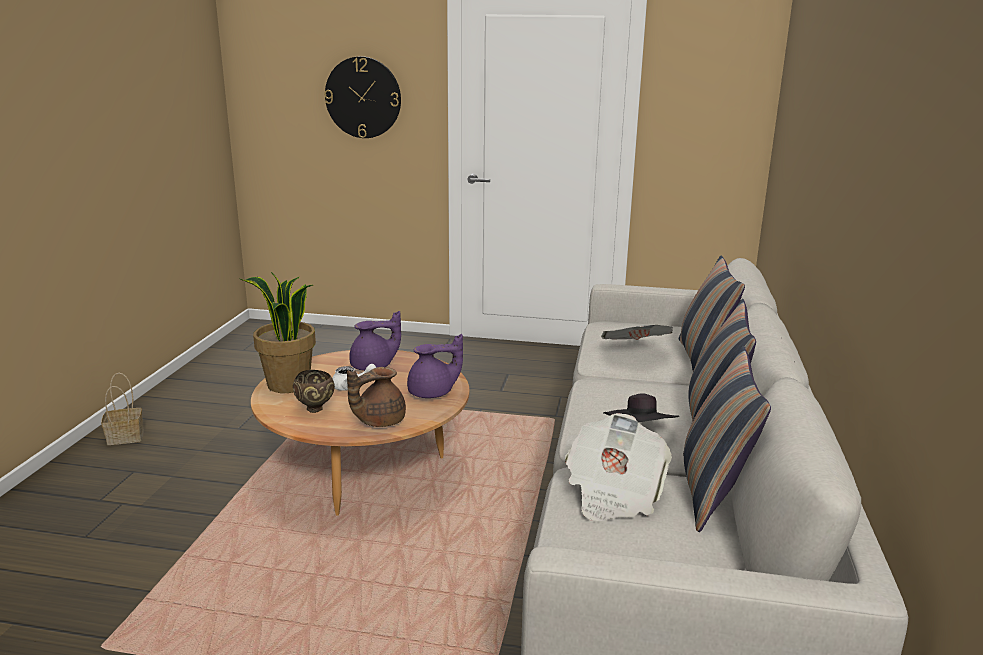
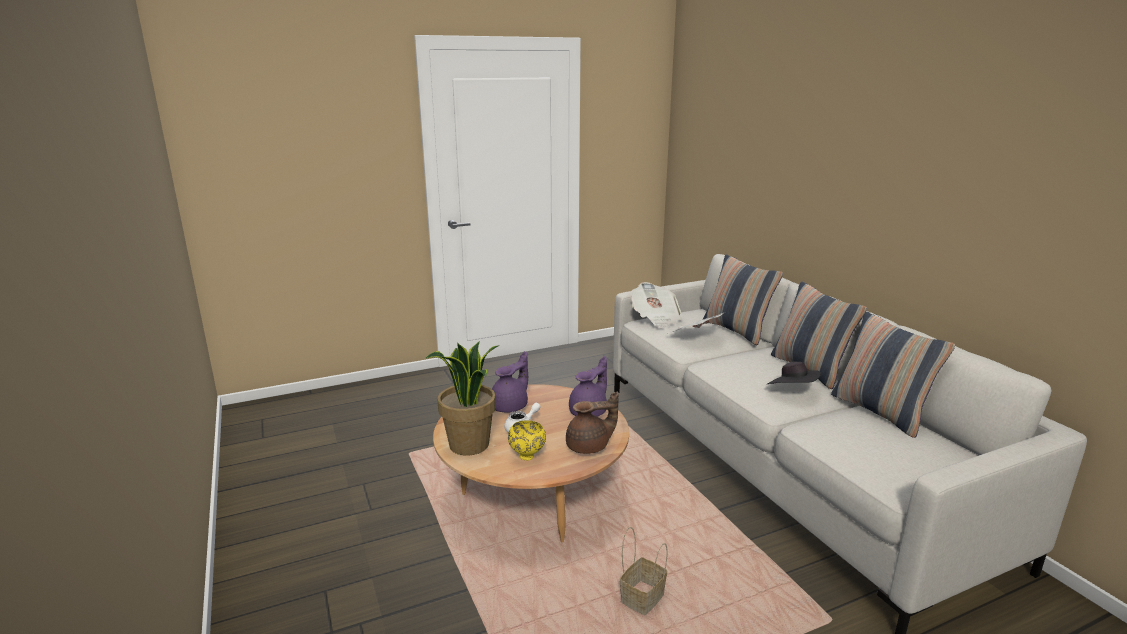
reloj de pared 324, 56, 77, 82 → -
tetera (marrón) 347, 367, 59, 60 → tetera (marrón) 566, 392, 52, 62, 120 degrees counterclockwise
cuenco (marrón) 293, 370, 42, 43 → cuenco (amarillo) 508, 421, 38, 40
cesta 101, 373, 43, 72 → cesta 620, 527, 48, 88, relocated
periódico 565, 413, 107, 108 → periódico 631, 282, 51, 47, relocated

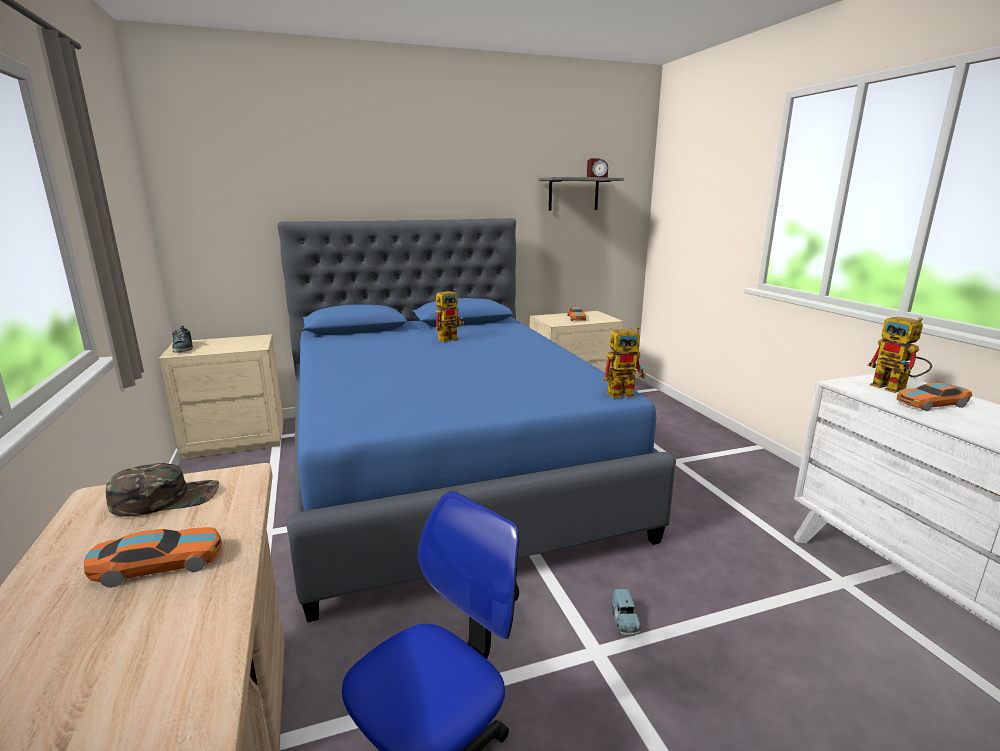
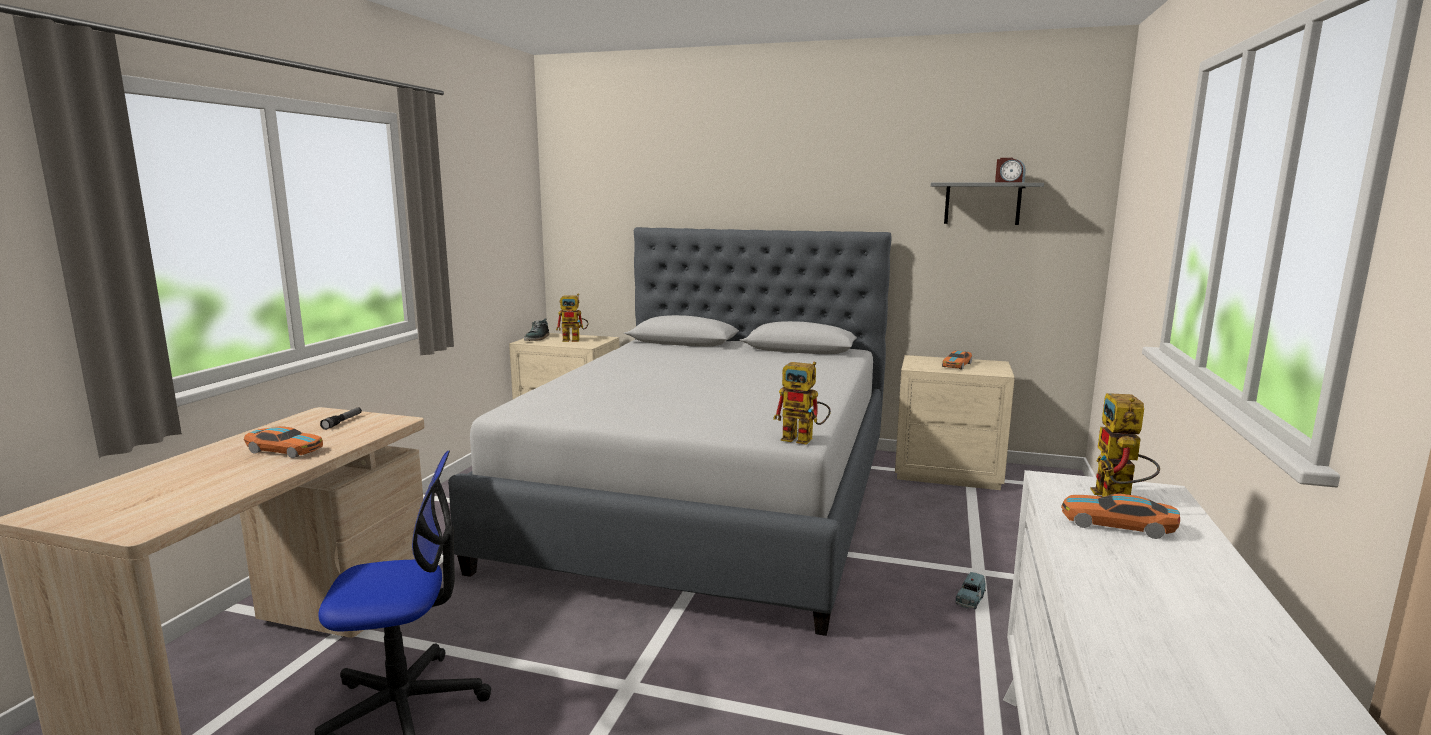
cama (azul) 277, 218, 399, 404 → cama (gris) 448, 227, 444, 409
robot de juguete 435, 289, 29, 54 → robot de juguete 556, 294, 32, 48, relocated
gorra (verde) 106, 463, 113, 54 → linterna 320, 407, 42, 23
coche de juguete (azul) 610, 589, 32, 47 → coche de juguete (azul) 955, 572, 31, 37, relocated

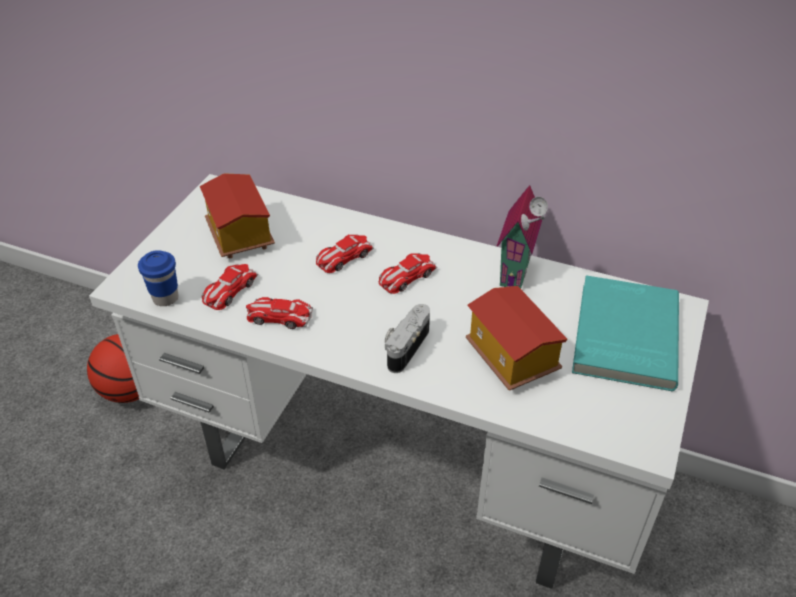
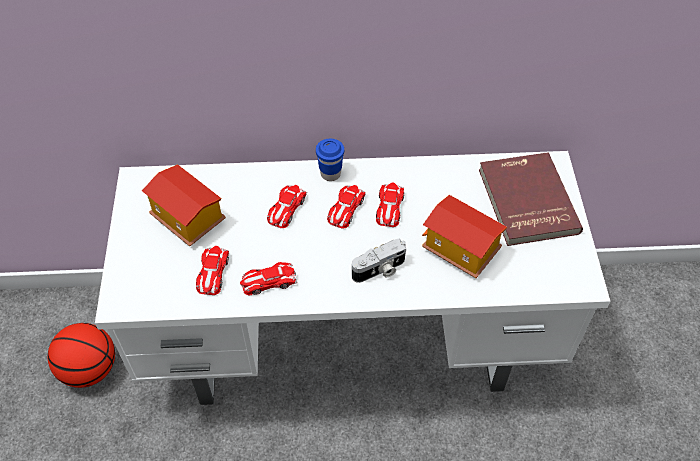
casita 496, 185, 52, 104 → -
taza (azul) 138, 250, 41, 56 → taza (azul) 316, 139, 28, 42, relocated
libro (turquesa) 572, 275, 107, 116 → libro (rojo) 479, 152, 104, 94
cámara 385, 304, 45, 69 → cámara 352, 239, 54, 44, 120 degrees counterclockwise
- → coche de juguete 376, 183, 28, 44

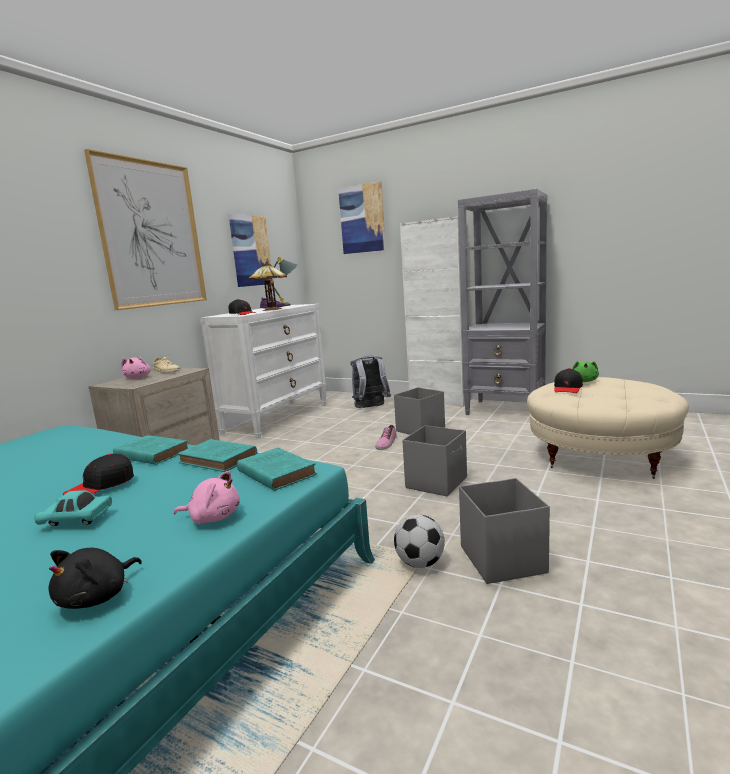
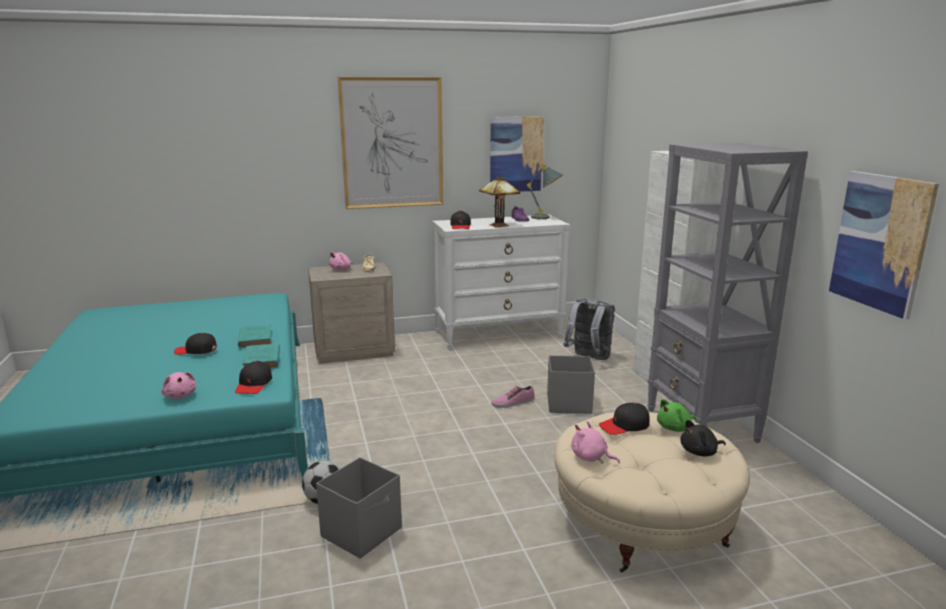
cuadro 338, 181, 48, 73 → cuadro 829, 171, 110, 149, relocated
caja de almacenaje (gris) 402, 425, 65, 72 → -
libro (turquesa) 237, 448, 80, 43 → gorra (negro) 235, 361, 37, 33
coche de juguete (turquesa) 34, 490, 78, 36 → -
peluche (negro) 48, 548, 94, 61 → peluche (negro) 680, 420, 46, 37, relocated
- → peluche (rosa) 571, 421, 49, 43

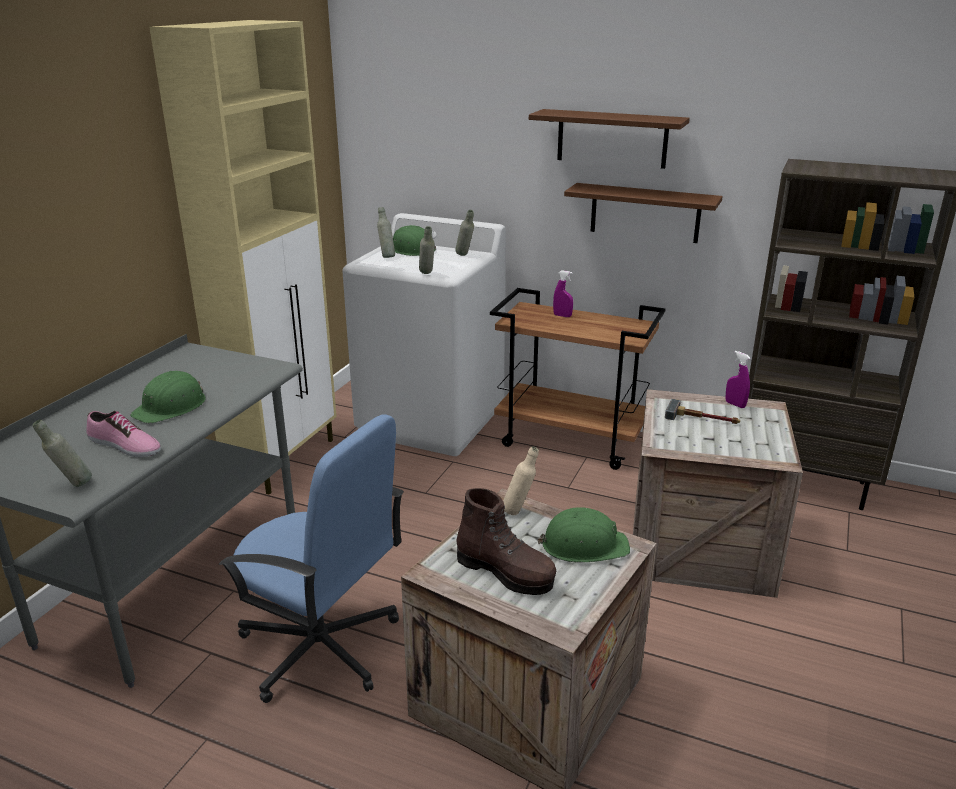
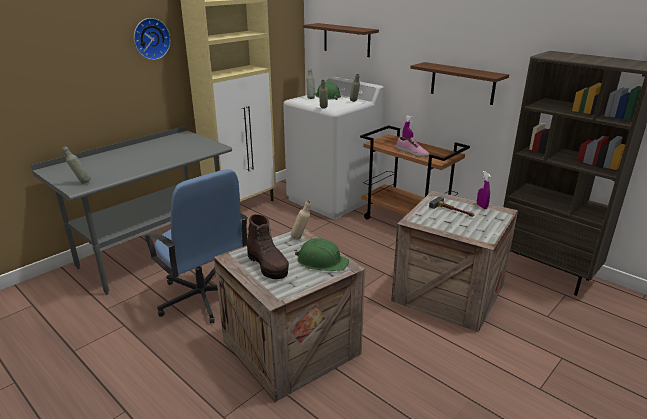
estante (marrón) 529, 109, 161, 60 → estante (marrón) 303, 23, 76, 34, relocated
casco (verde) 130, 371, 76, 52 → -
zapato 87, 411, 74, 46 → zapato 396, 136, 33, 21, relocated
- → reloj de pared 134, 18, 37, 42

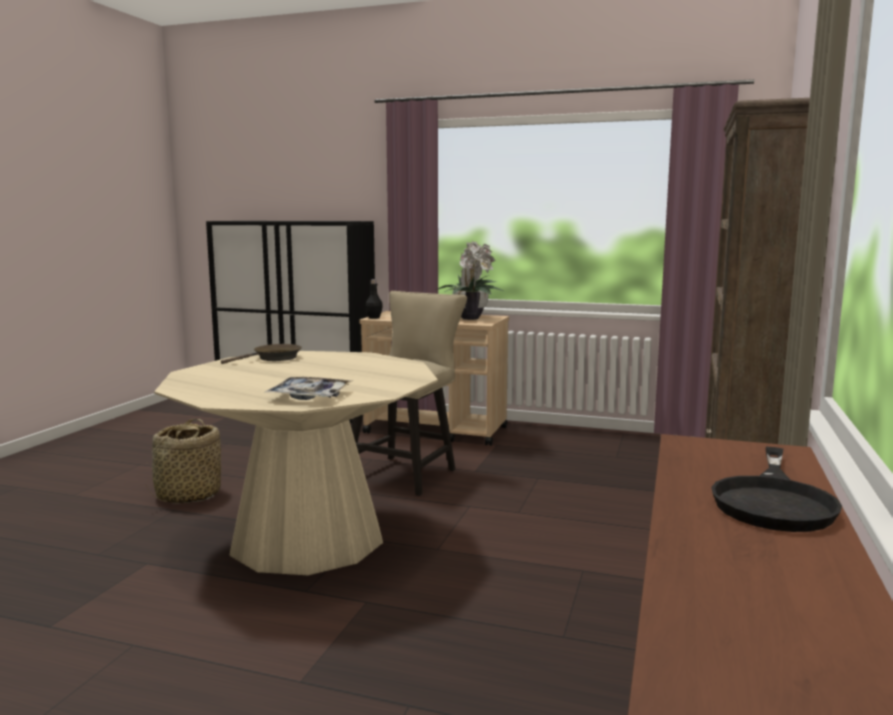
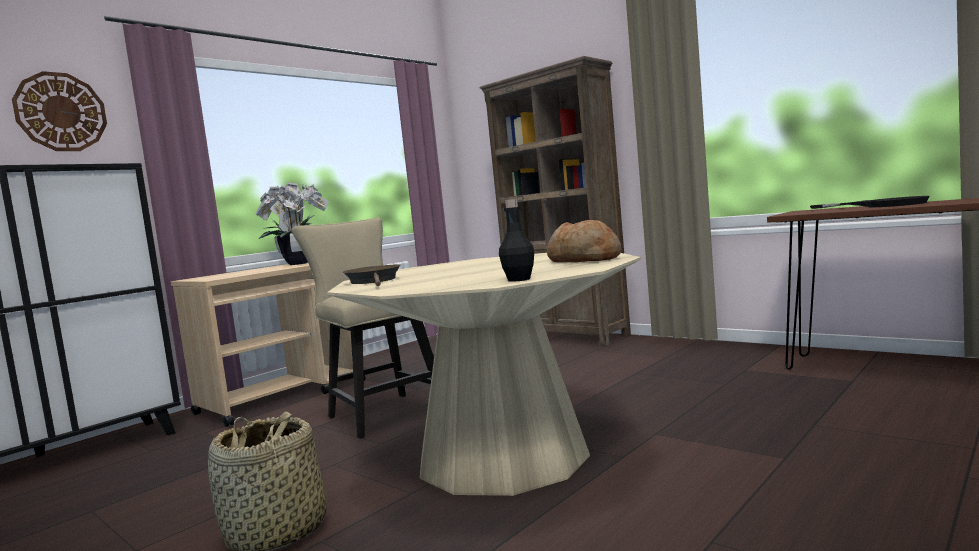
botella (negro) 366, 279, 17, 40 → botella (negro) 499, 199, 35, 83, relocated
bandeja 264, 377, 88, 23 → pan 547, 220, 74, 42
- → reloj de pared 12, 71, 95, 80

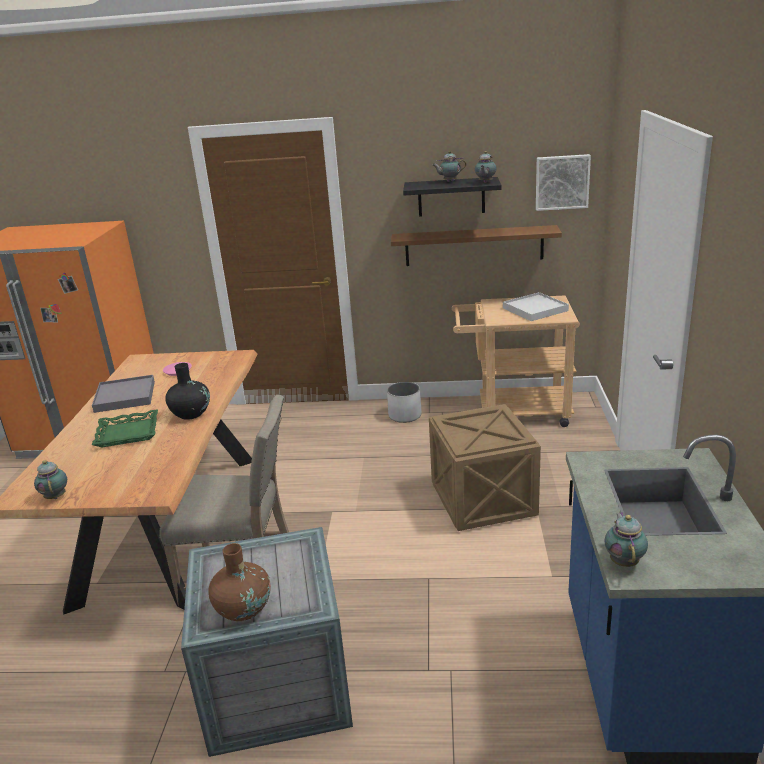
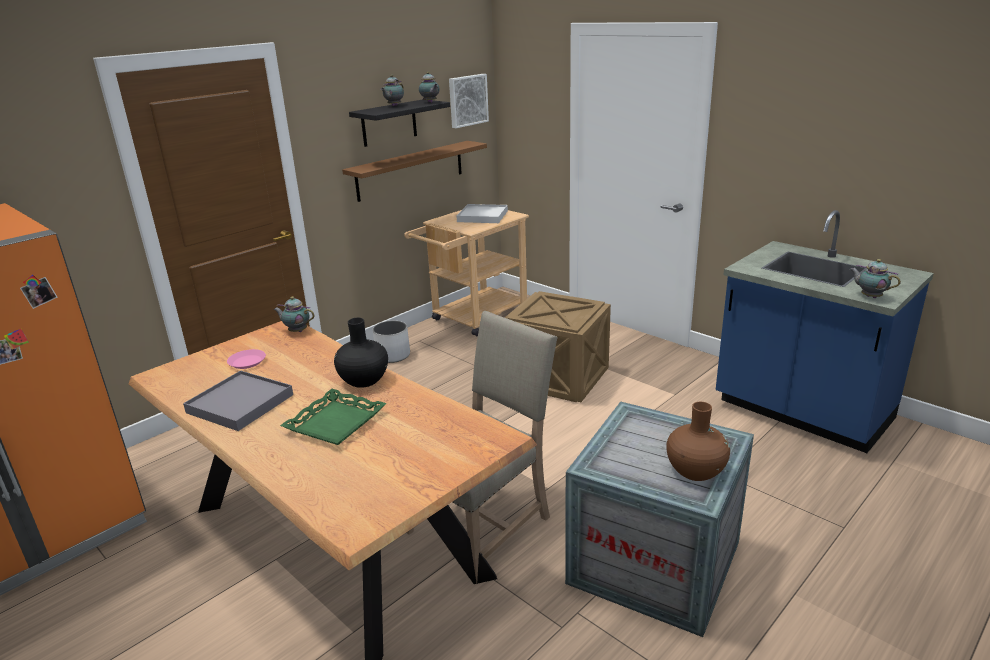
tetera 34, 460, 33, 39 → tetera 273, 296, 42, 36, relocated

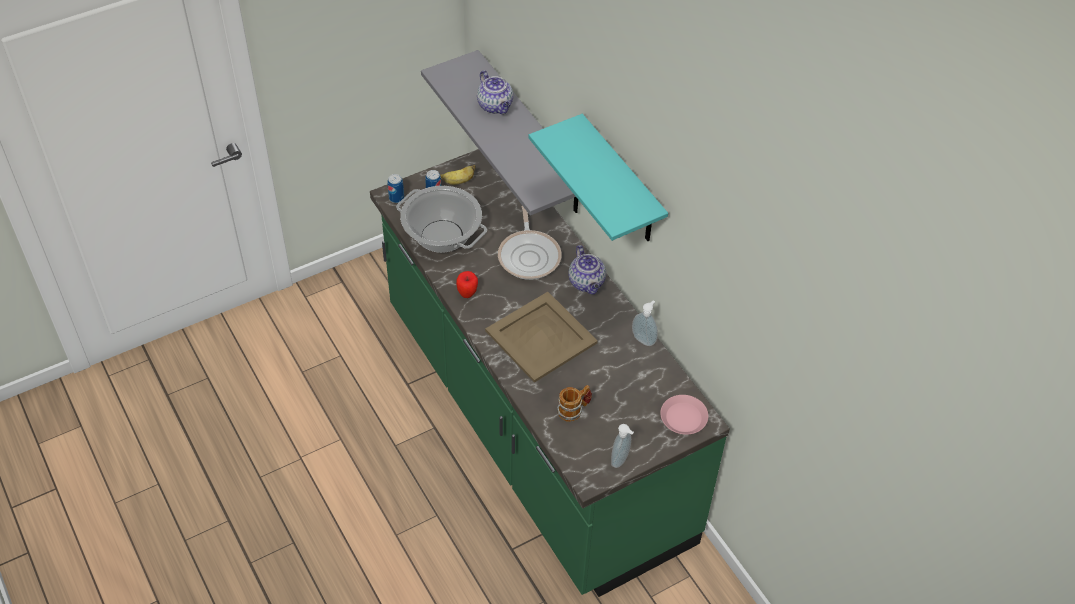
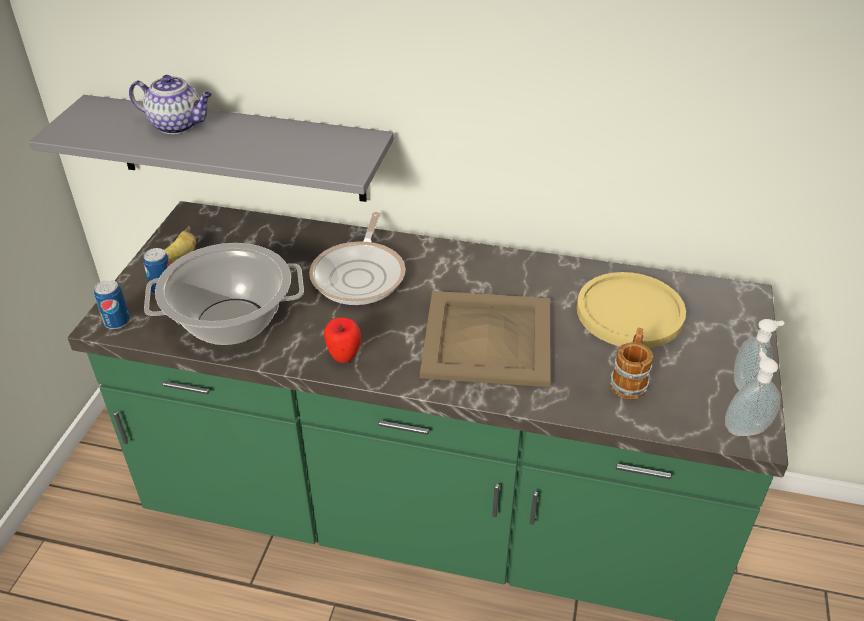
estante (turquesa) 529, 114, 139, 127 → -
sartén 498, 206, 64, 74 → sartén 309, 212, 97, 93, 60 degrees clockwise
tetera 568, 245, 38, 50 → -
dispensador de jabón 632, 300, 26, 46 → dispensador de jabón 725, 352, 56, 84, relocated
plato (rosa) 660, 395, 48, 40 → -
- → plato (amarillo) 577, 272, 109, 76

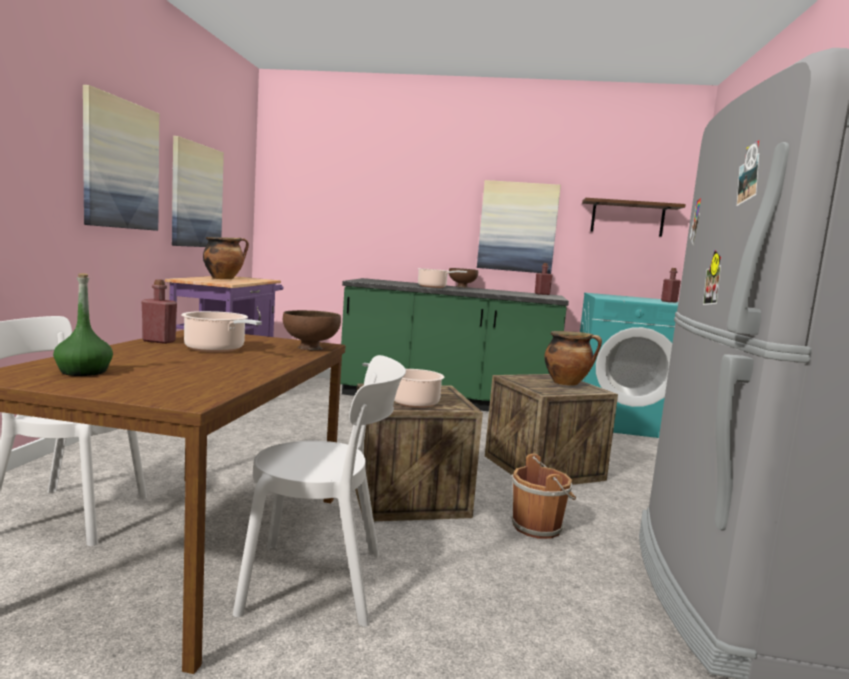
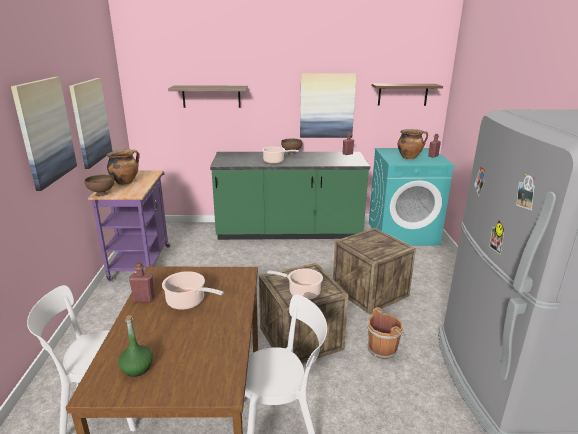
cuenco (marrón) 283, 310, 58, 40 → cuenco (marrón) 85, 174, 29, 22, relocated
olla 544, 331, 58, 55 → olla 398, 129, 30, 30, relocated
- → estante 168, 85, 80, 23

